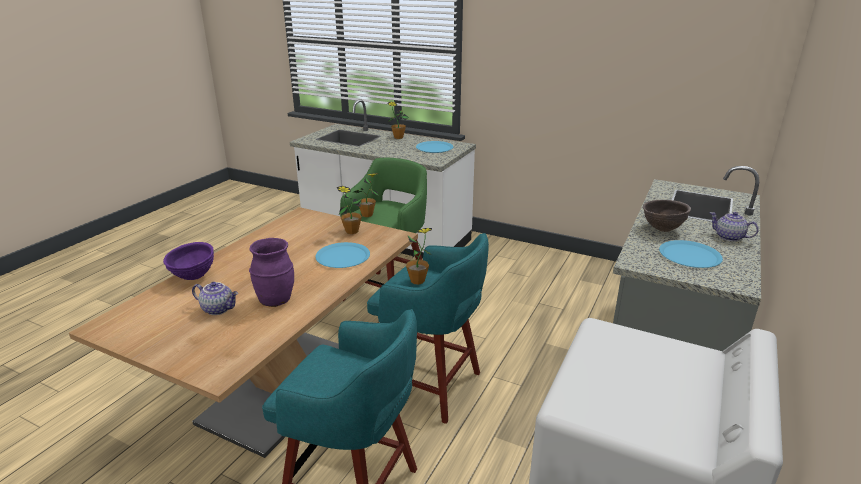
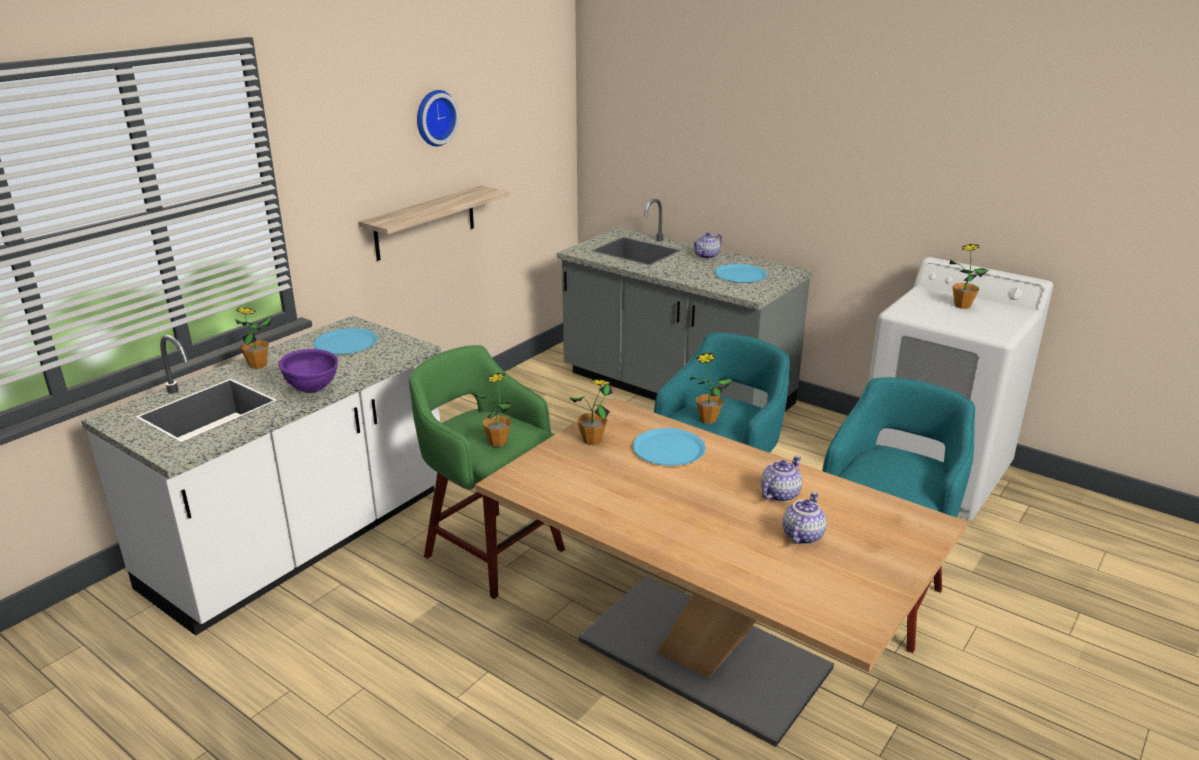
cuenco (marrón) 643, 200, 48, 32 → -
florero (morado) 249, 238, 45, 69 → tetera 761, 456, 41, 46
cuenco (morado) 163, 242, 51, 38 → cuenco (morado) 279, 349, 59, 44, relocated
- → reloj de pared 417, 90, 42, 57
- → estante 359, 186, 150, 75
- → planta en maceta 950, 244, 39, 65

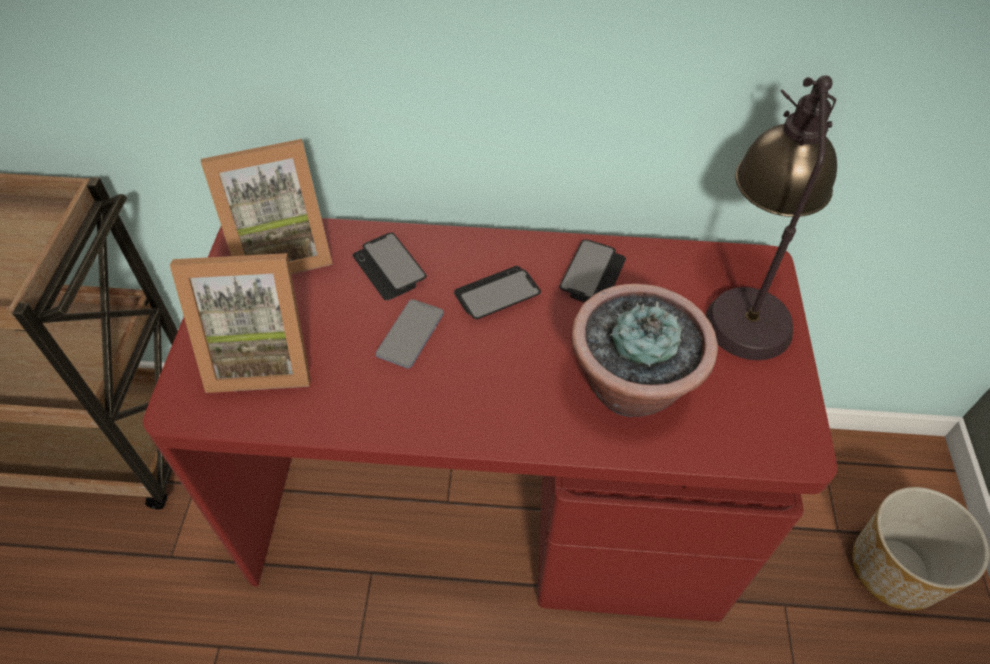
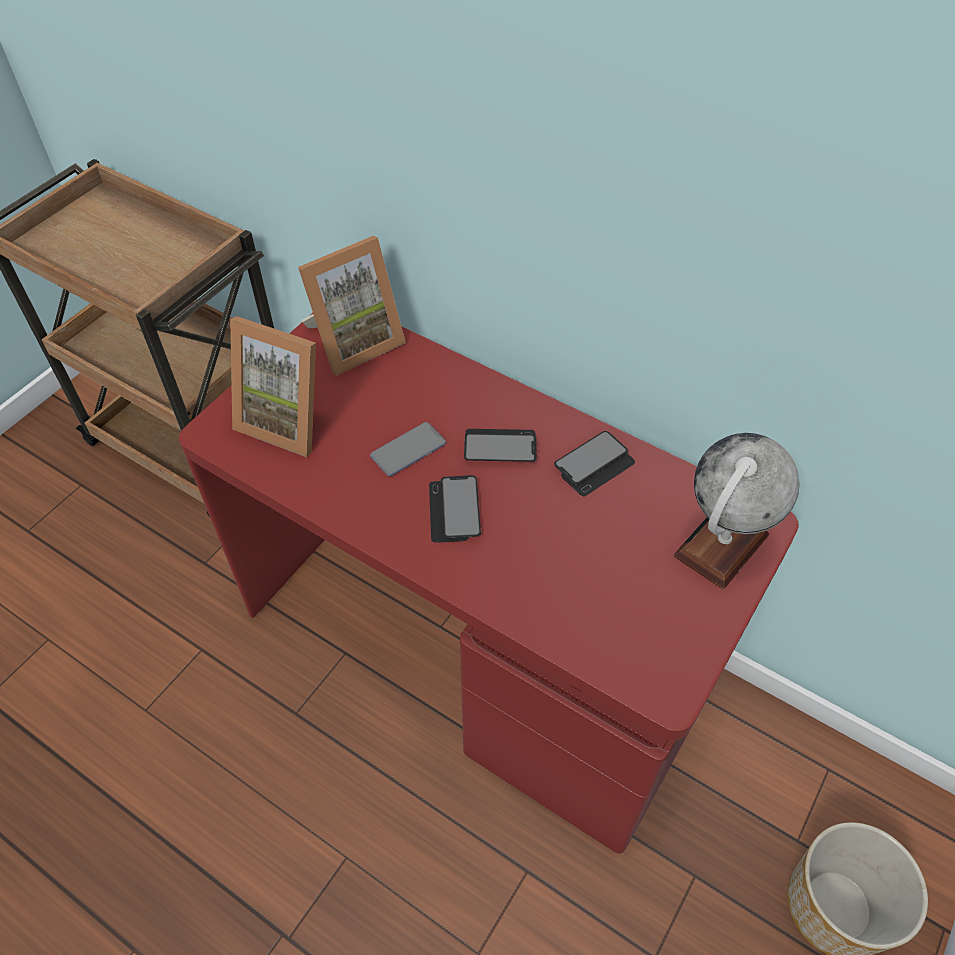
lámpara de mesa 706, 75, 131, 285 → globo terráqueo 674, 433, 126, 156
portarretratos 201, 139, 132, 135 → portarretratos 298, 236, 108, 140, 45 degrees counterclockwise
móvil 352, 233, 75, 67 → móvil 429, 475, 52, 68, relocated
planta en maceta 571, 284, 147, 133 → -

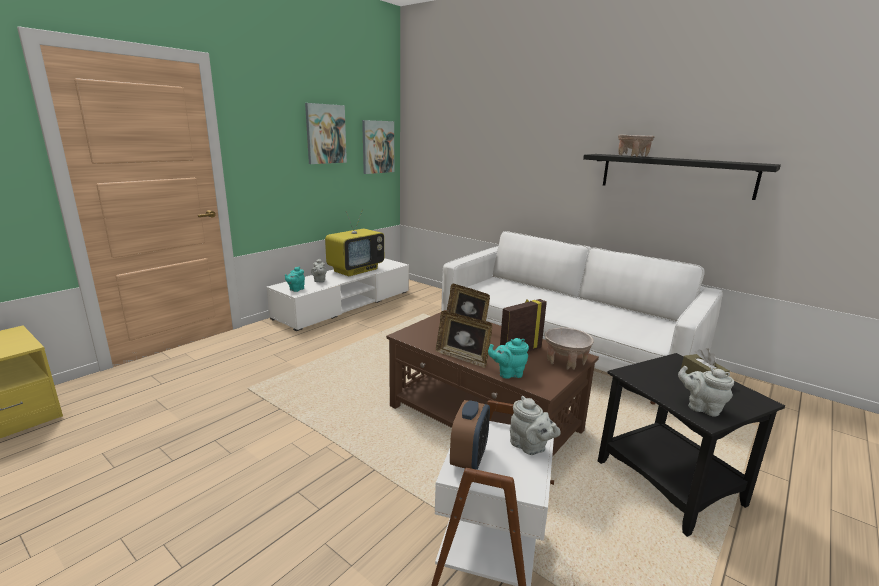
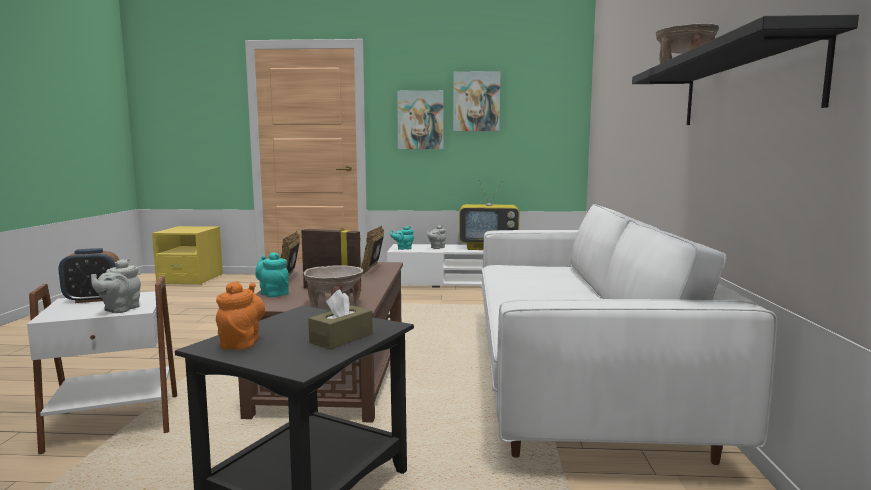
cuadro 362, 120, 32, 54 → cuadro 397, 90, 47, 59, relocated
tetera (gris) 678, 366, 56, 51 → tetera (naranja) 216, 281, 49, 69

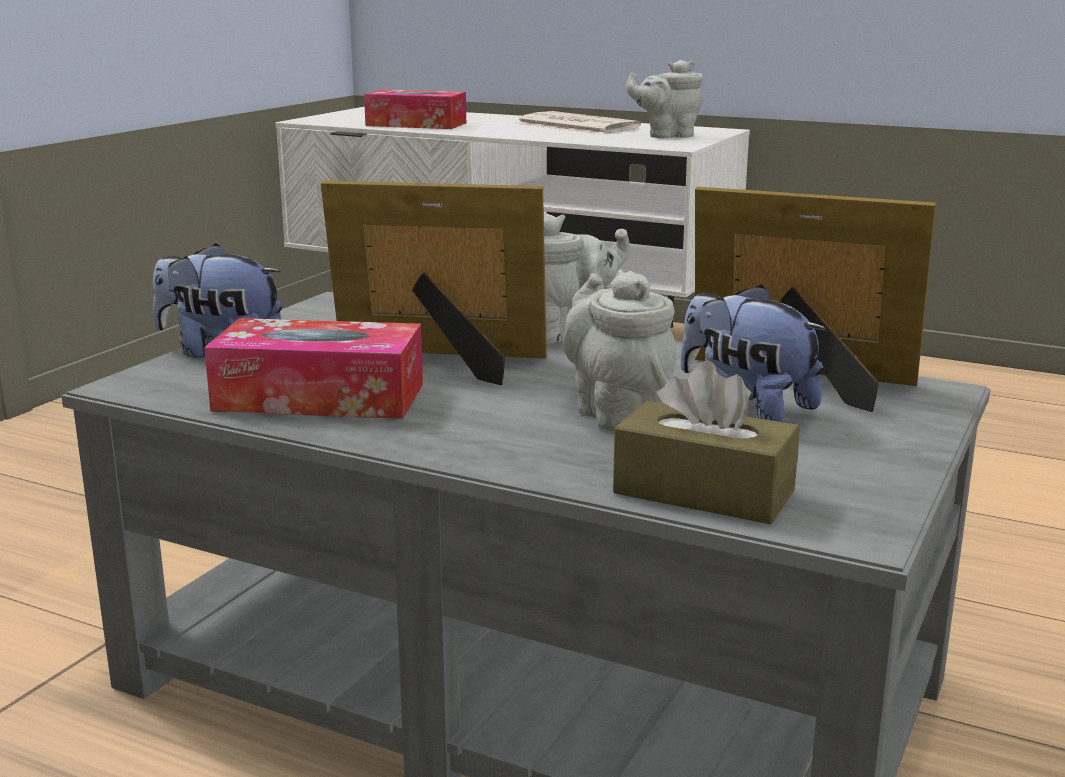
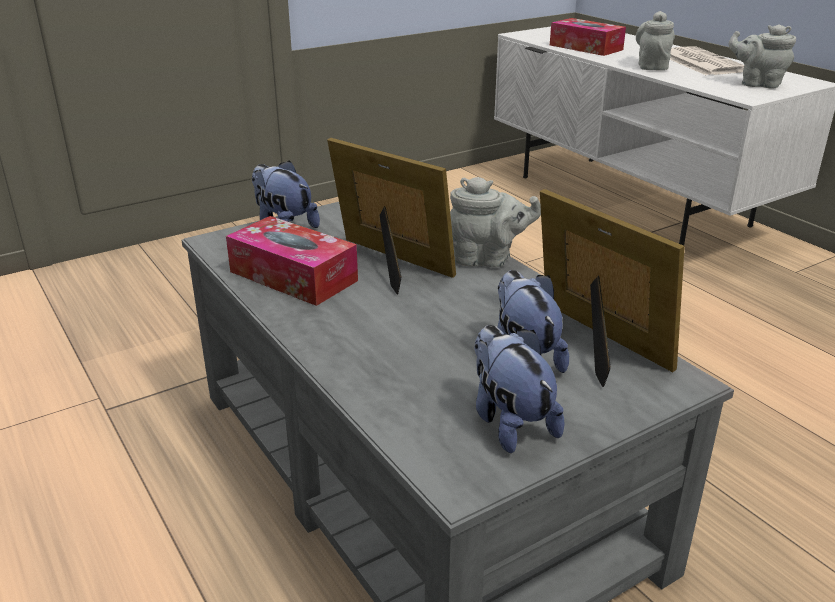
tetera (gris) 563, 270, 114, 162 → tetera (gris) 636, 11, 39, 59, relocated
caja de pañuelos (marrón) 613, 361, 187, 163 → -
- → peluche 474, 325, 90, 128

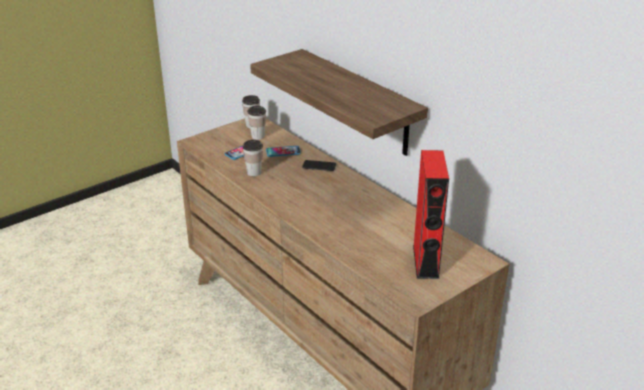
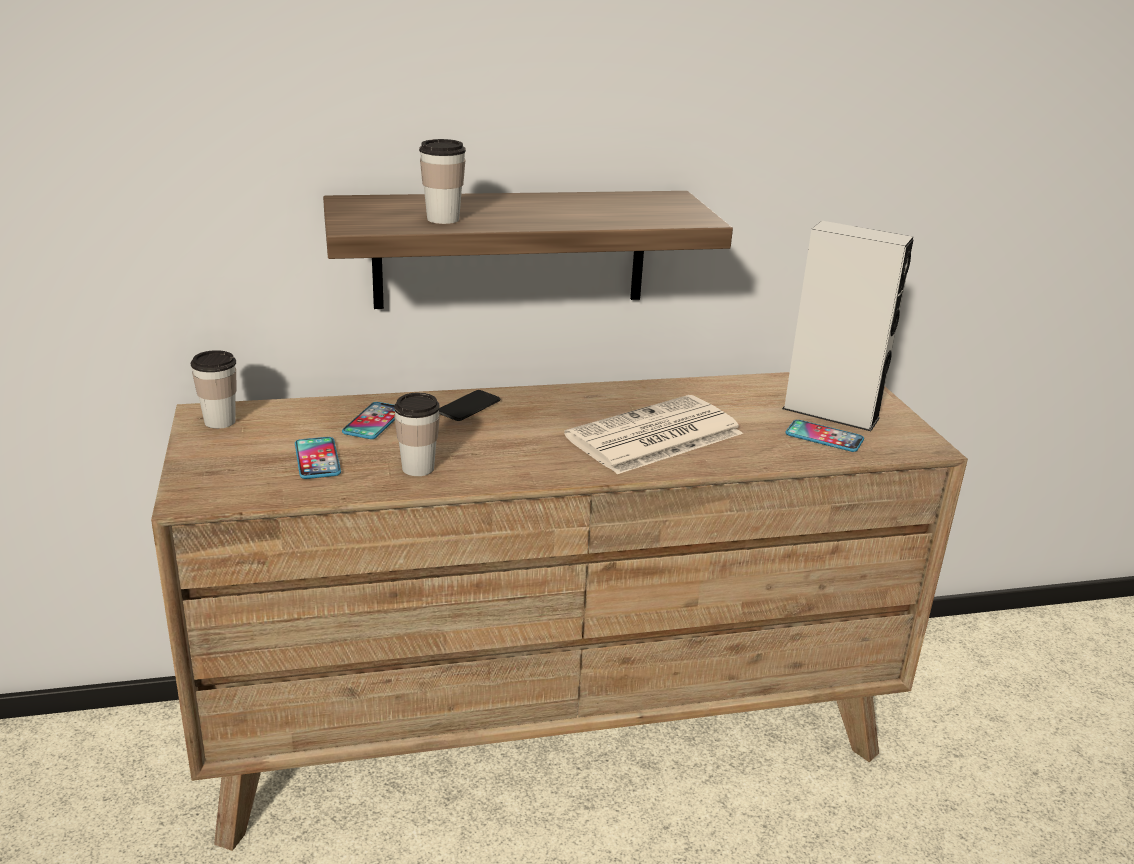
taza 247, 106, 19, 34 → taza 419, 139, 47, 85, relocated
altavoz (rojo) 413, 150, 36, 129 → altavoz (gris) 782, 221, 132, 210
- → periódico 564, 395, 179, 79
- → móvil 785, 420, 79, 32

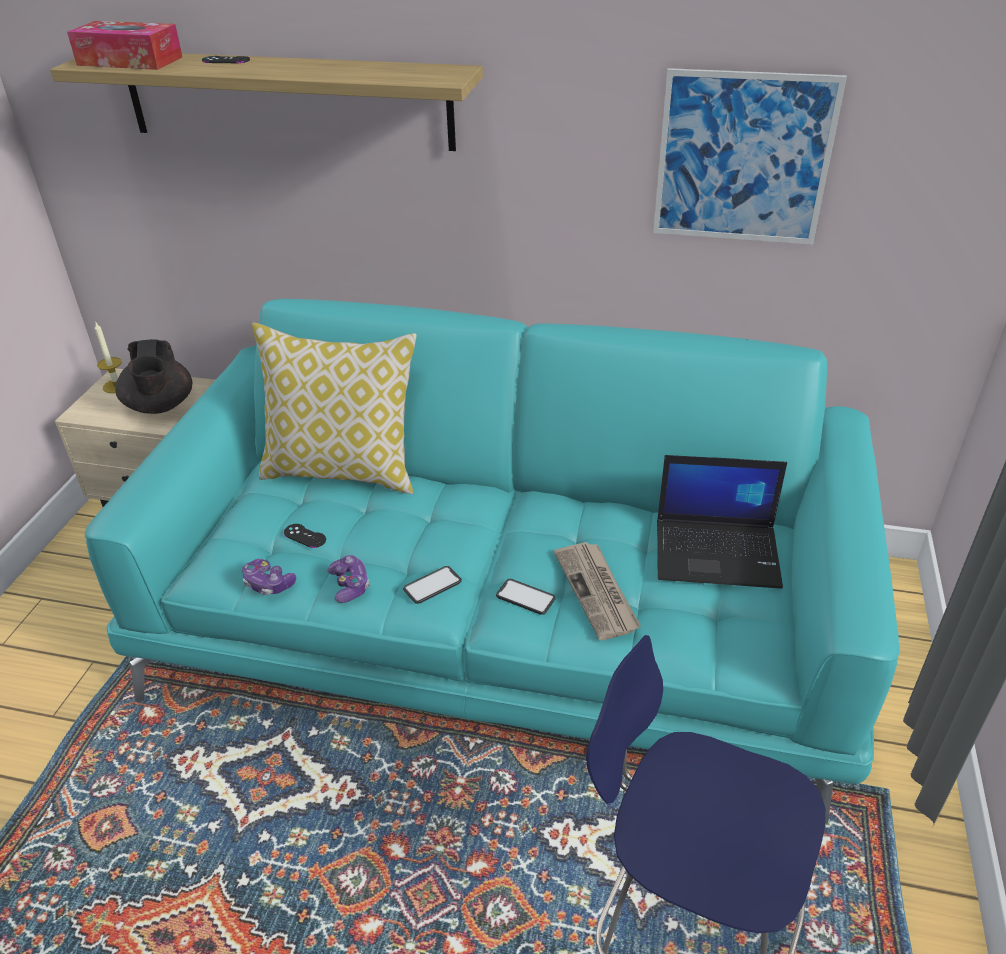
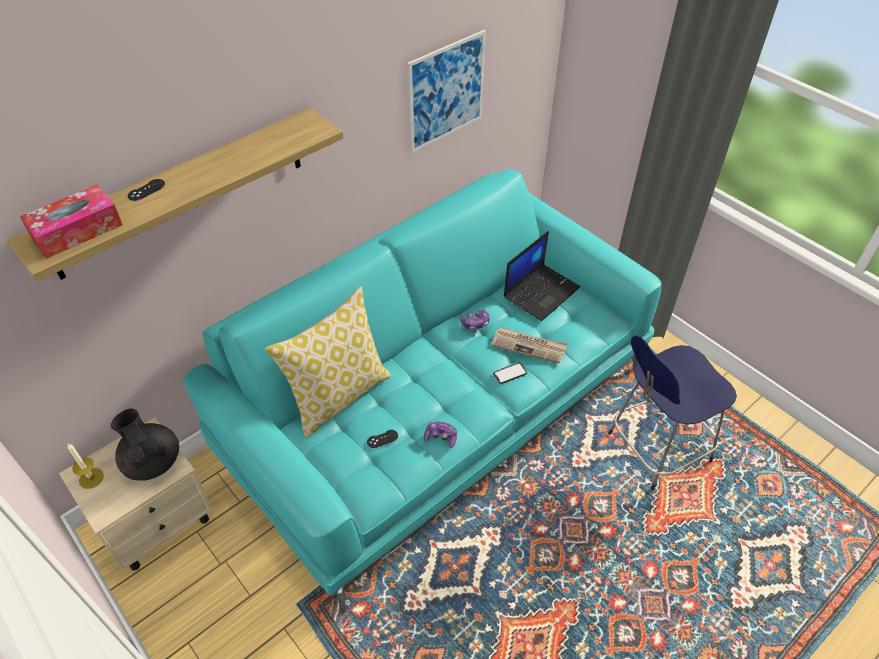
tetera (negro) 115, 339, 77, 75 → tetera (negro) 111, 408, 68, 73, 150 degrees counterclockwise
mando de consola 242, 559, 54, 36 → mando de consola 460, 310, 30, 20, relocated
móvil 403, 566, 59, 38 → -

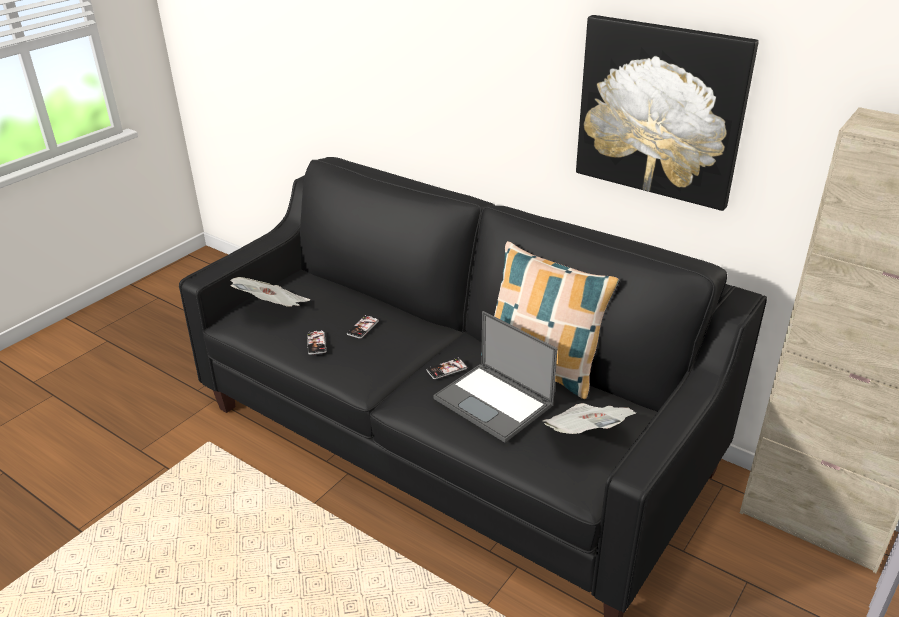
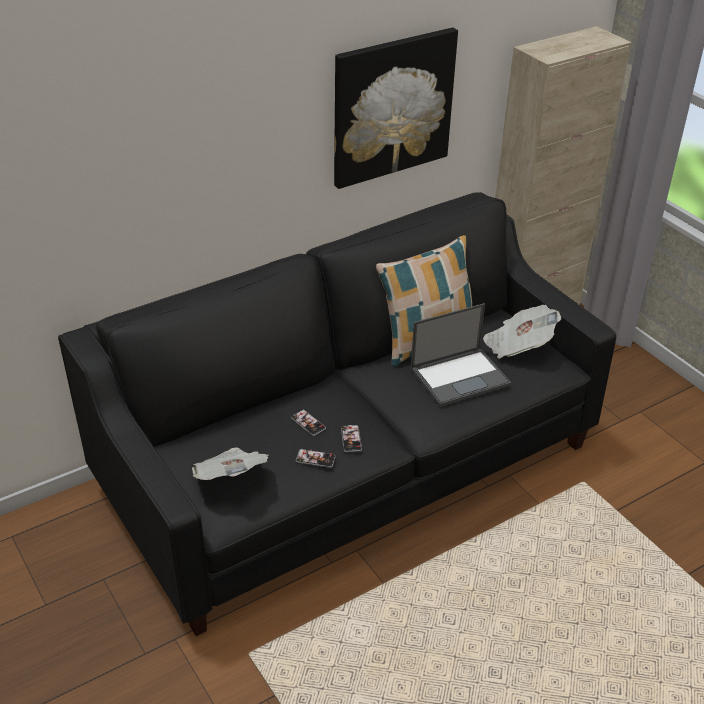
móvil 426, 358, 41, 21 → móvil 341, 425, 21, 27, relocated

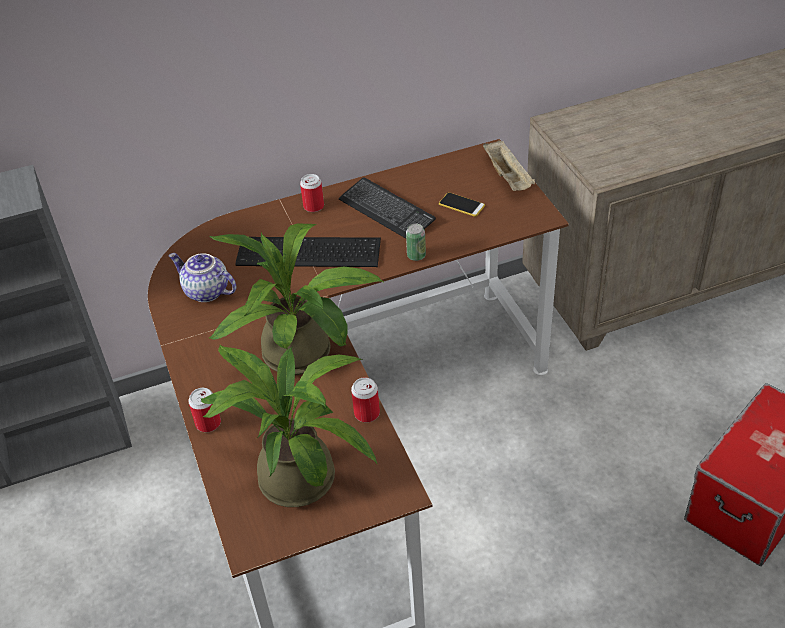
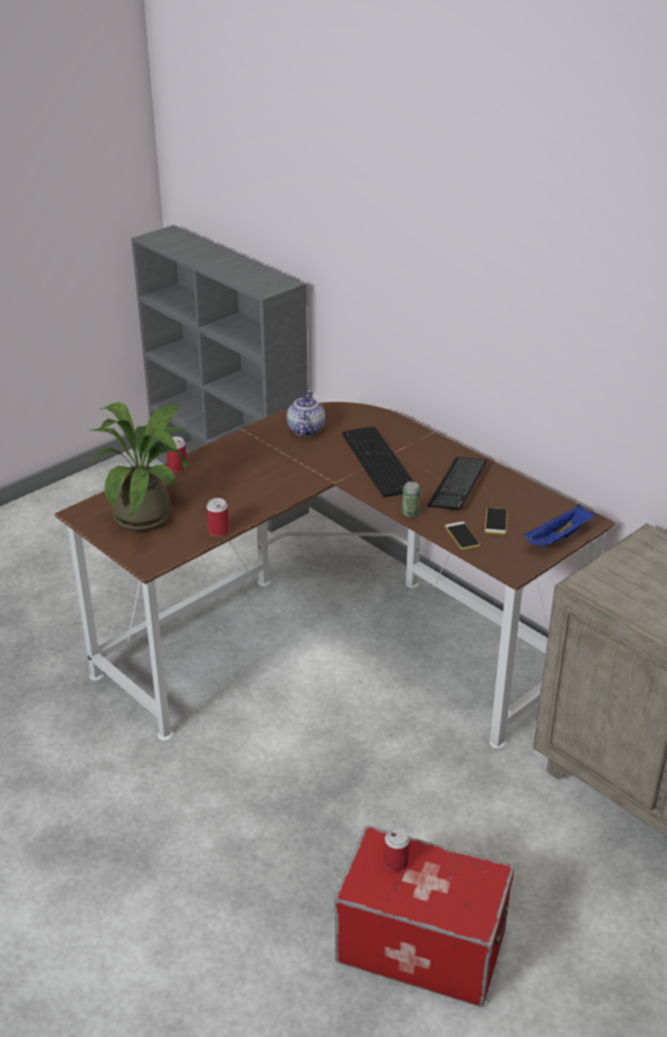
bandeja (beis) 483, 140, 52, 51 → bandeja (azul) 523, 505, 71, 42
lata 300, 174, 24, 38 → lata 384, 828, 26, 43, relocated
planta en maceta 209, 223, 174, 152 → -
- → móvil 445, 521, 35, 29

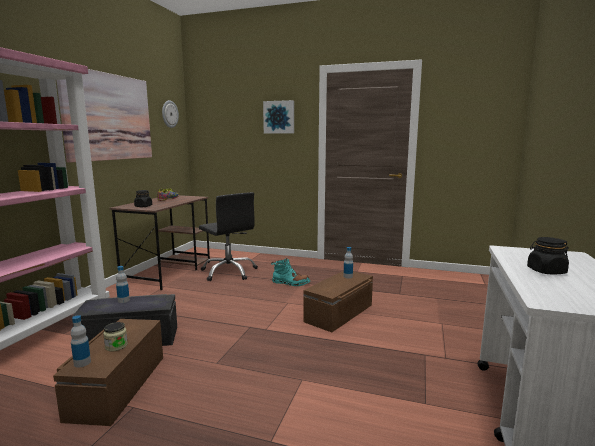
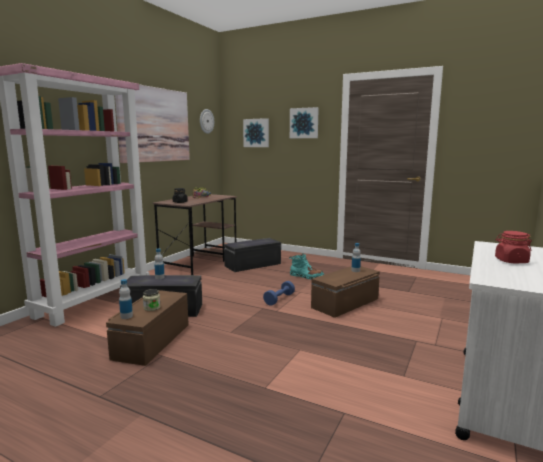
silla de oficina (negro) 199, 192, 59, 89 → caja de almacenaje (negro) 224, 238, 57, 34
tarro (negro) 527, 237, 42, 37 → tarro (rojo) 495, 231, 37, 32
- → cuadro 243, 118, 26, 29
- → mancuerna (azul) 263, 281, 32, 25

